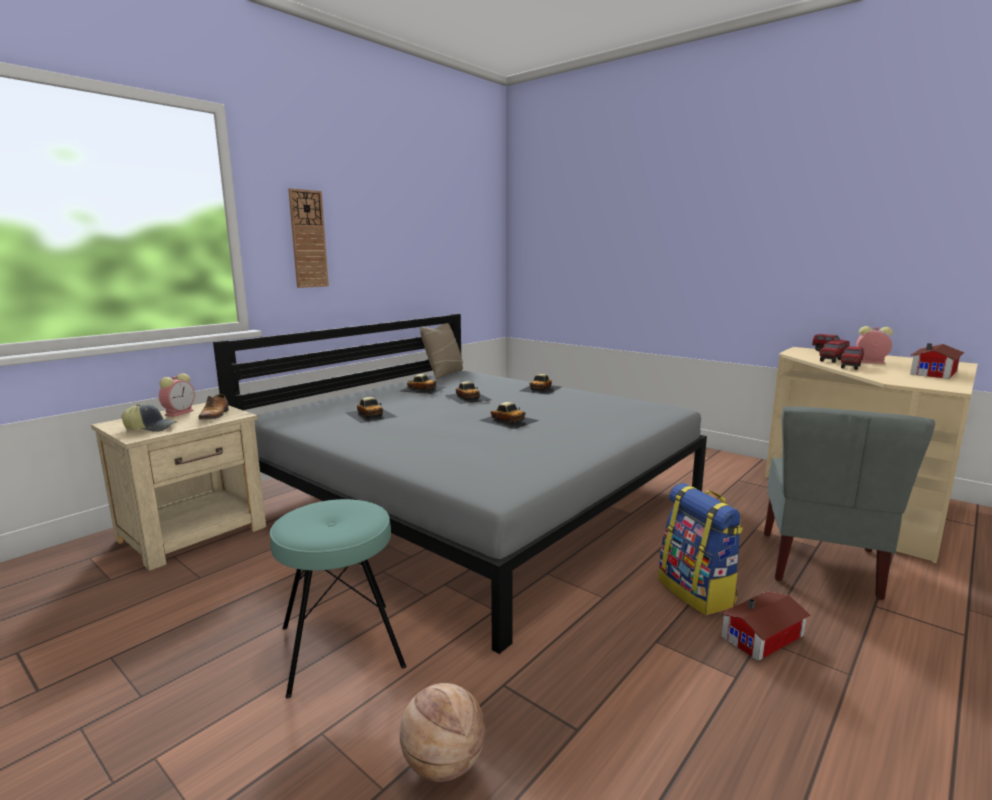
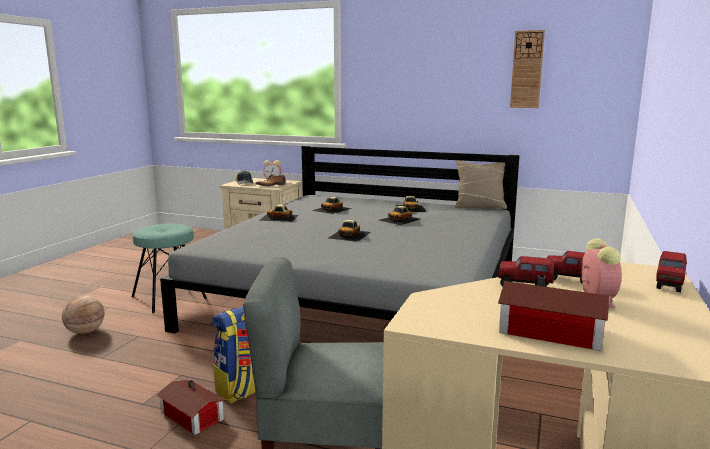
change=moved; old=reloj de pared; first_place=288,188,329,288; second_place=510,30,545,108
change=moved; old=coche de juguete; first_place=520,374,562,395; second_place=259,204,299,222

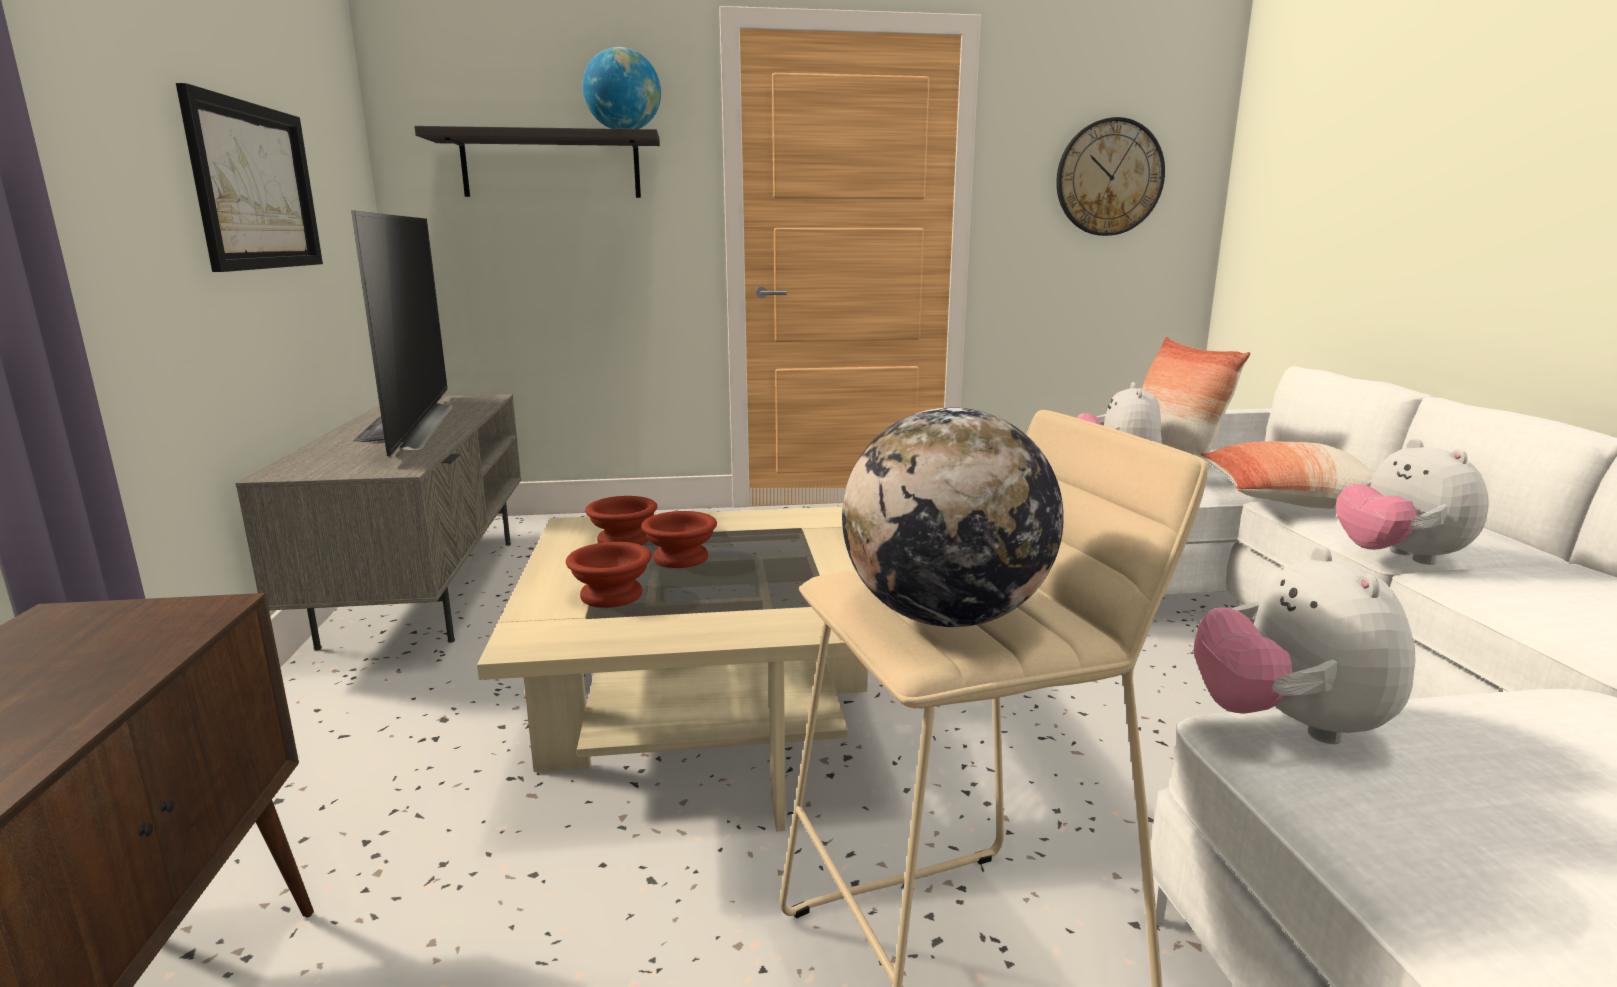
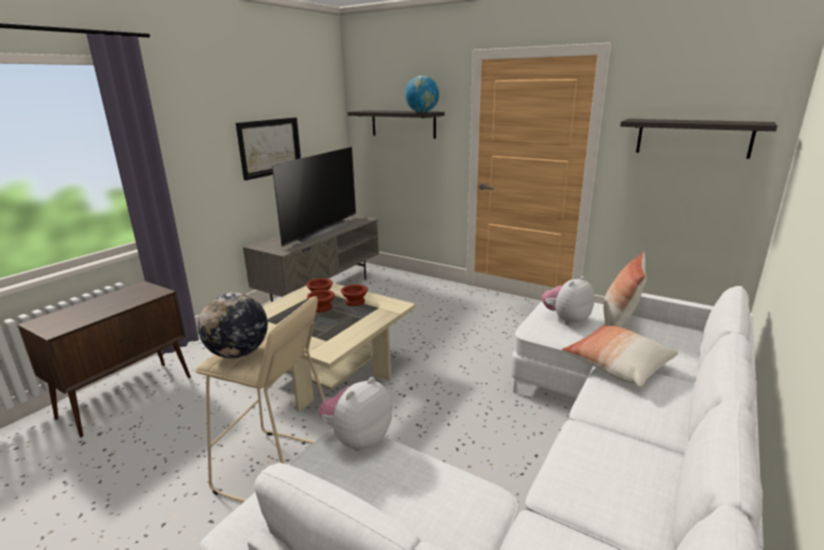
change=removed; old=peluche; first_place=1336,438,1489,565
change=moved; old=cuenco (marrón); first_place=566,542,651,608; second_place=341,284,368,306
change=replaced; old=reloj de pared; new=estante; first_place=1056,117,1165,236; second_place=620,119,777,159

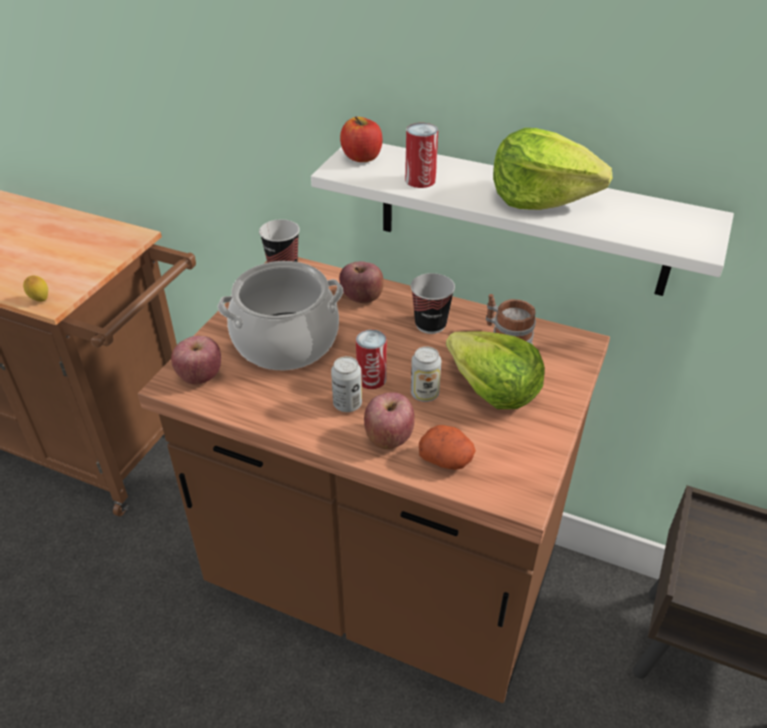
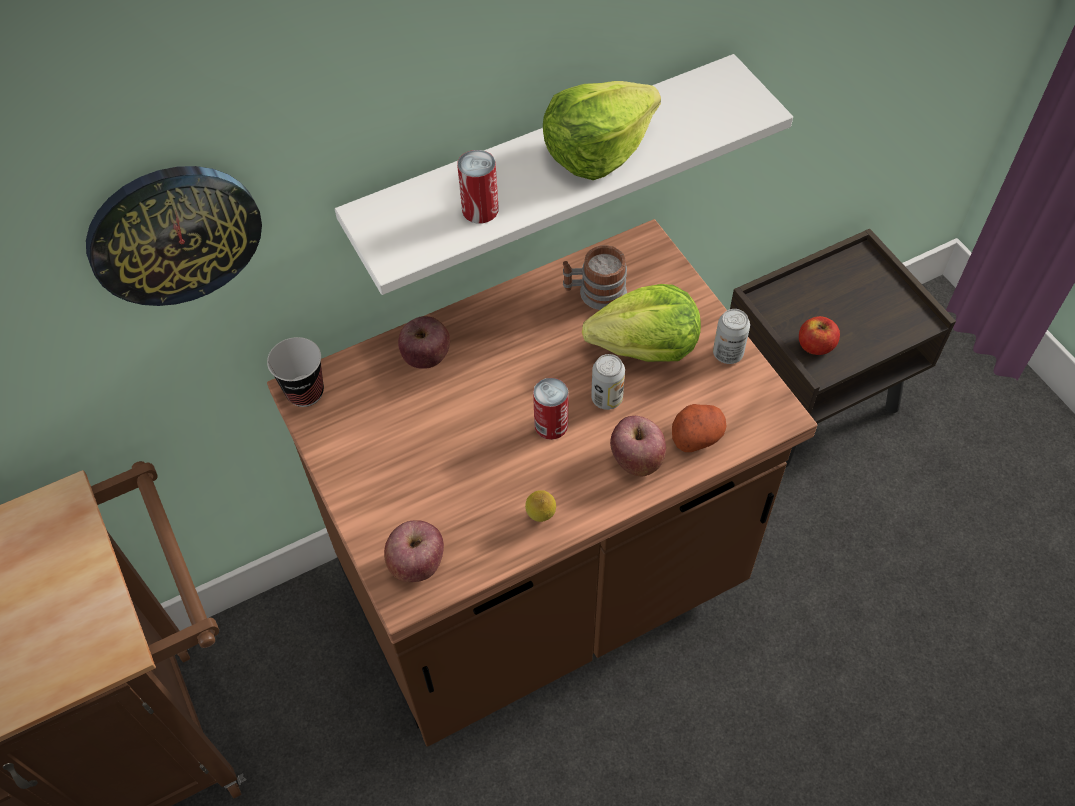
change=removed; old=olla; first_place=218,261,343,370
change=removed; old=taza; first_place=411,273,455,334
change=added; new=reloj de pared; second_place=86,166,262,306
change=moved; old=limón; first_place=23,276,48,302; second_place=525,490,556,522
change=moved; old=lata; first_place=331,356,362,412; second_place=713,309,750,364
change=moved; old=manzana; first_place=340,117,382,162; second_place=799,316,840,355

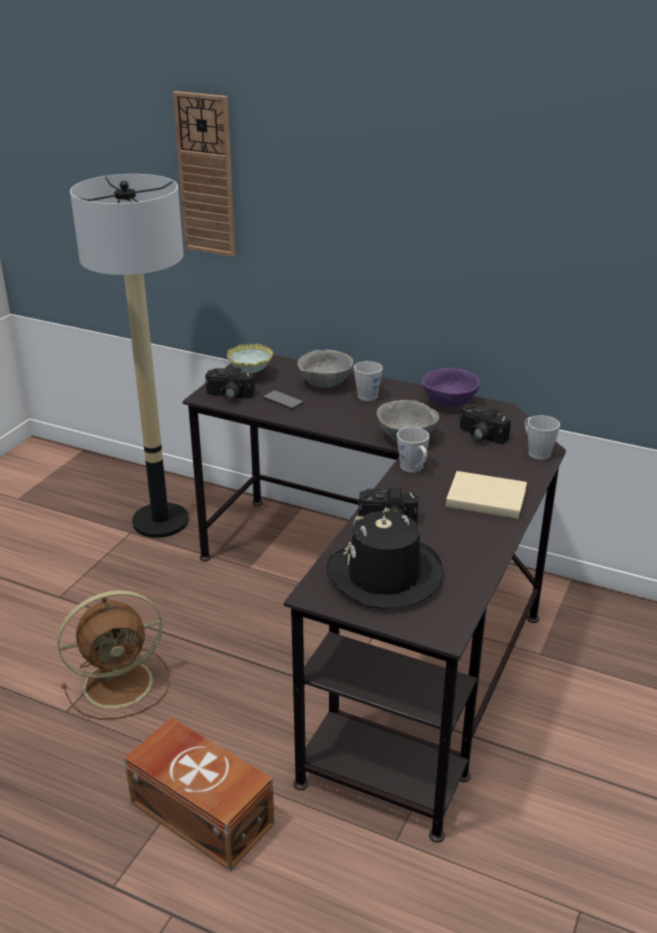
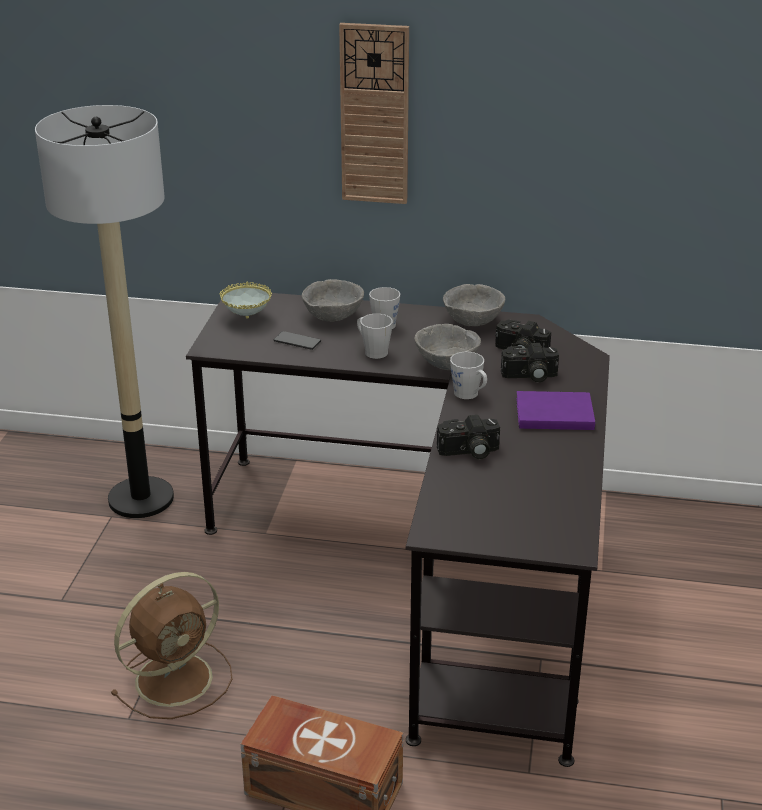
change=removed; old=sombrero (negro); first_place=326,508,443,609
change=moved; old=reloj de pared; first_place=173,91,236,257; second_place=339,23,409,204
change=moved; old=cámara; first_place=205,367,255,400; second_place=501,343,559,382
change=moved; old=taza grande (gris); first_place=524,415,560,460; second_place=357,314,393,359
change=recoloured; old=cuenco (morado); new=cuenco (gris); first_place=422,368,480,407; second_place=443,284,505,326
change=recoloured; old=libro (beis); new=libro (morado); first_place=446,471,527,519; second_place=516,391,595,430

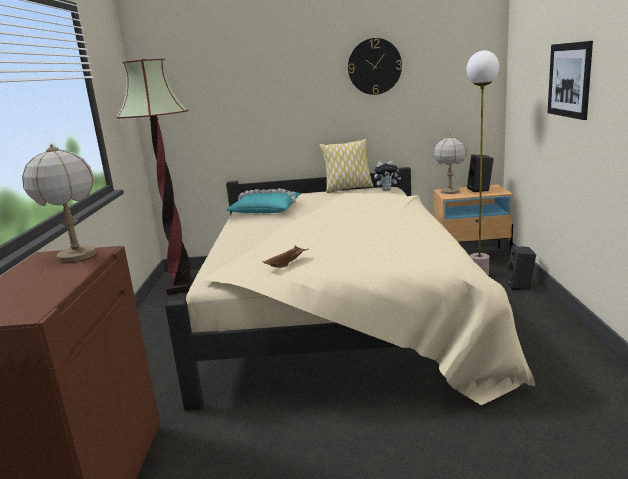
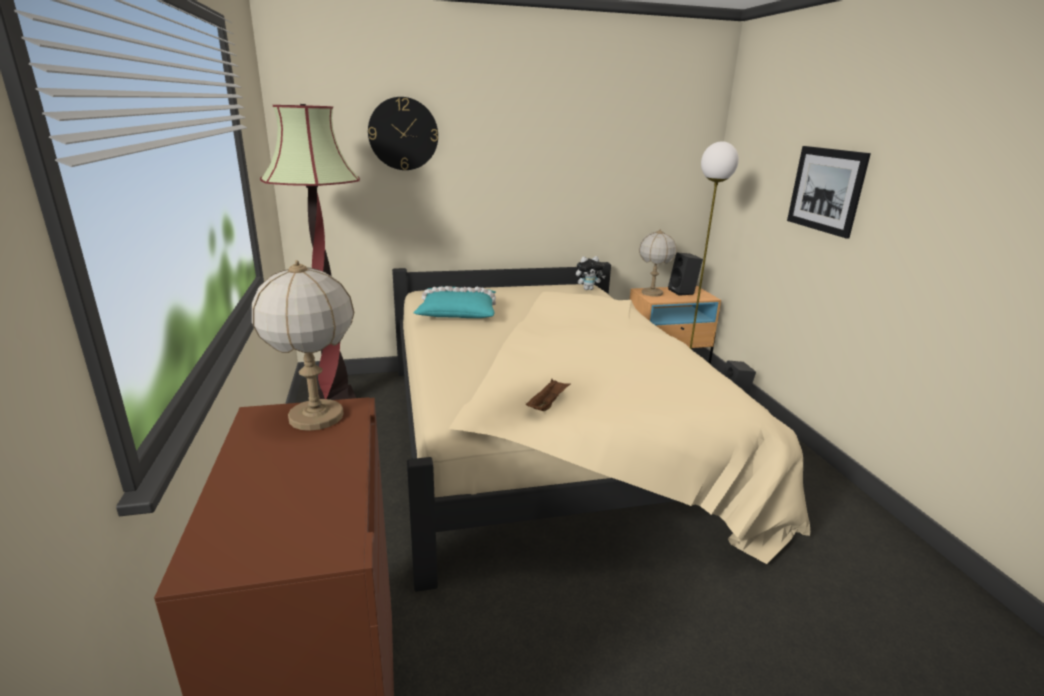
change=removed; old=cojín; first_place=319,139,374,193
change=moved; old=reloj de pared; first_place=348,38,402,95; second_place=368,97,438,170

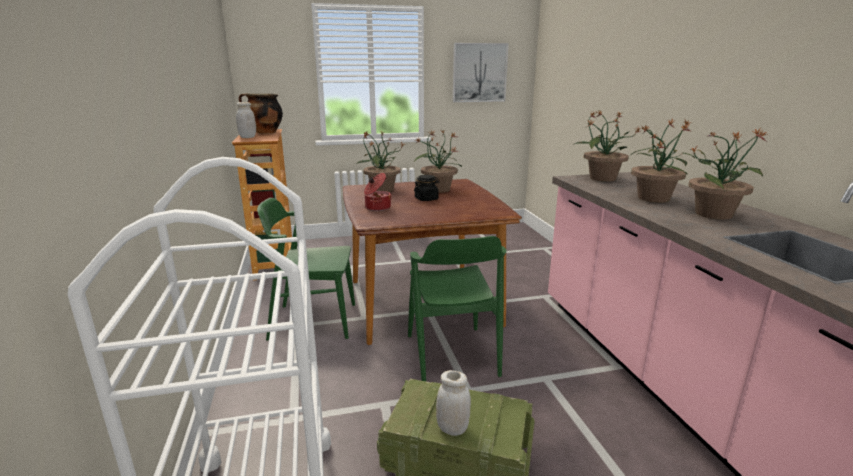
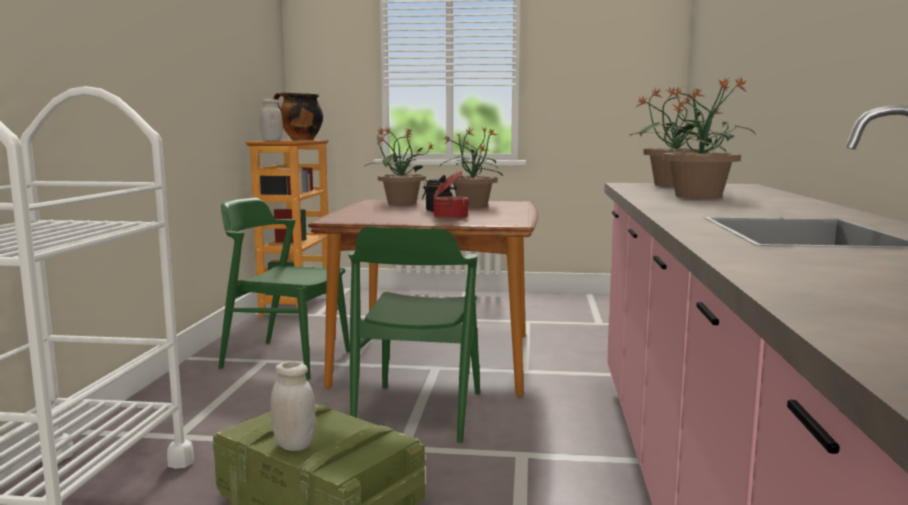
change=removed; old=cuadro; first_place=453,43,508,102
change=removed; old=planta en maceta; first_place=688,128,768,219
change=moved; old=olla; first_place=364,173,392,211; second_place=433,171,470,219

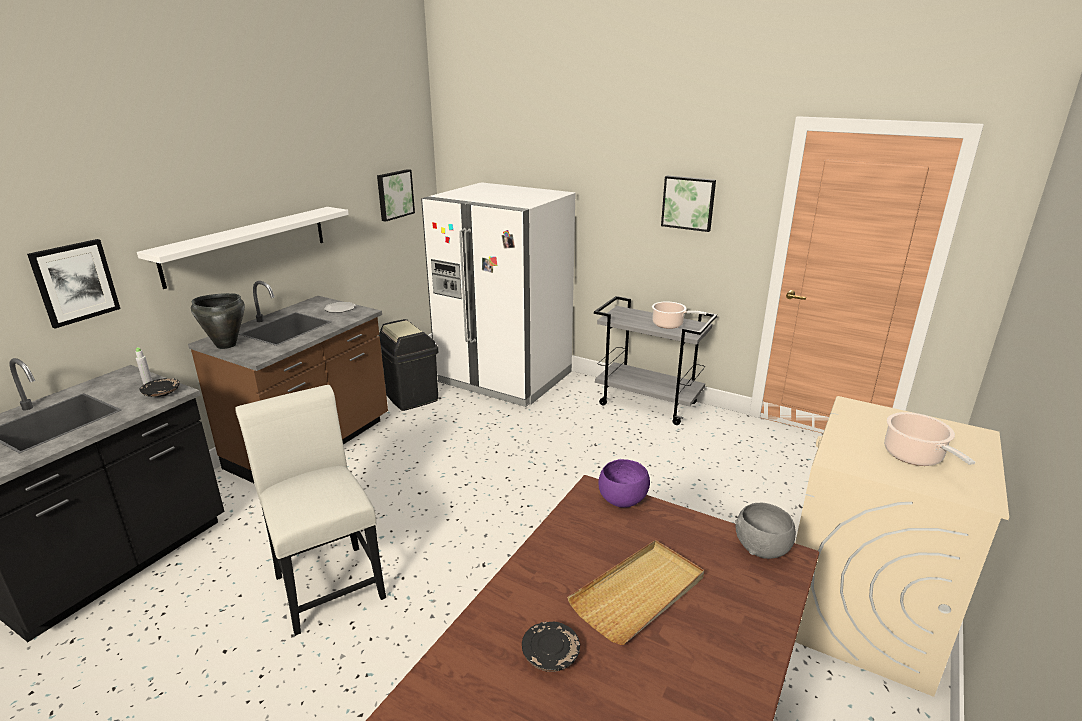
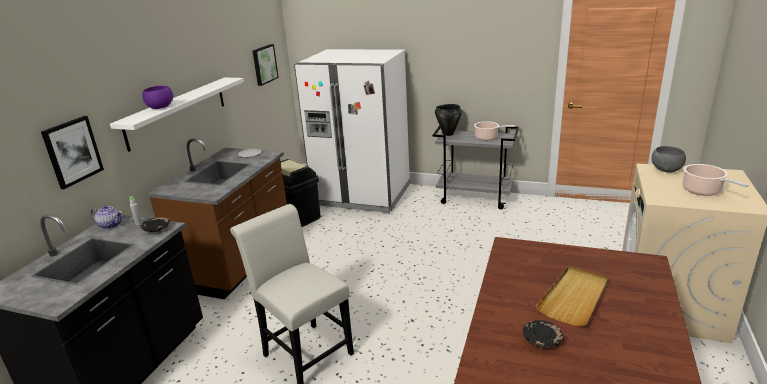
change=removed; old=cuadro; first_place=661,176,716,232
change=added; new=tetera; second_place=91,205,122,229
change=moved; old=olla (negro); first_place=191,293,245,349; second_place=435,104,462,136
change=moved; old=cuenco (morado); first_place=598,459,650,508; second_place=142,86,173,109
change=moved; old=cuenco (gris); first_place=735,503,796,559; second_place=651,146,686,173

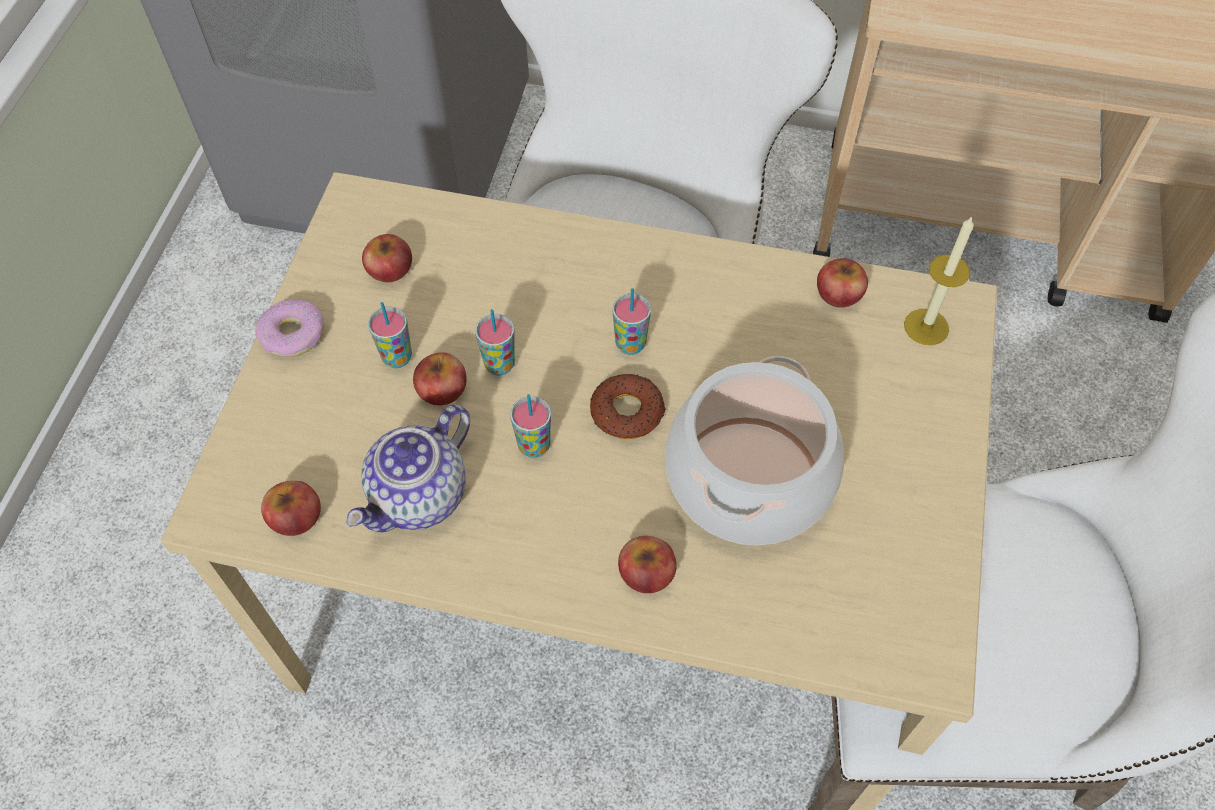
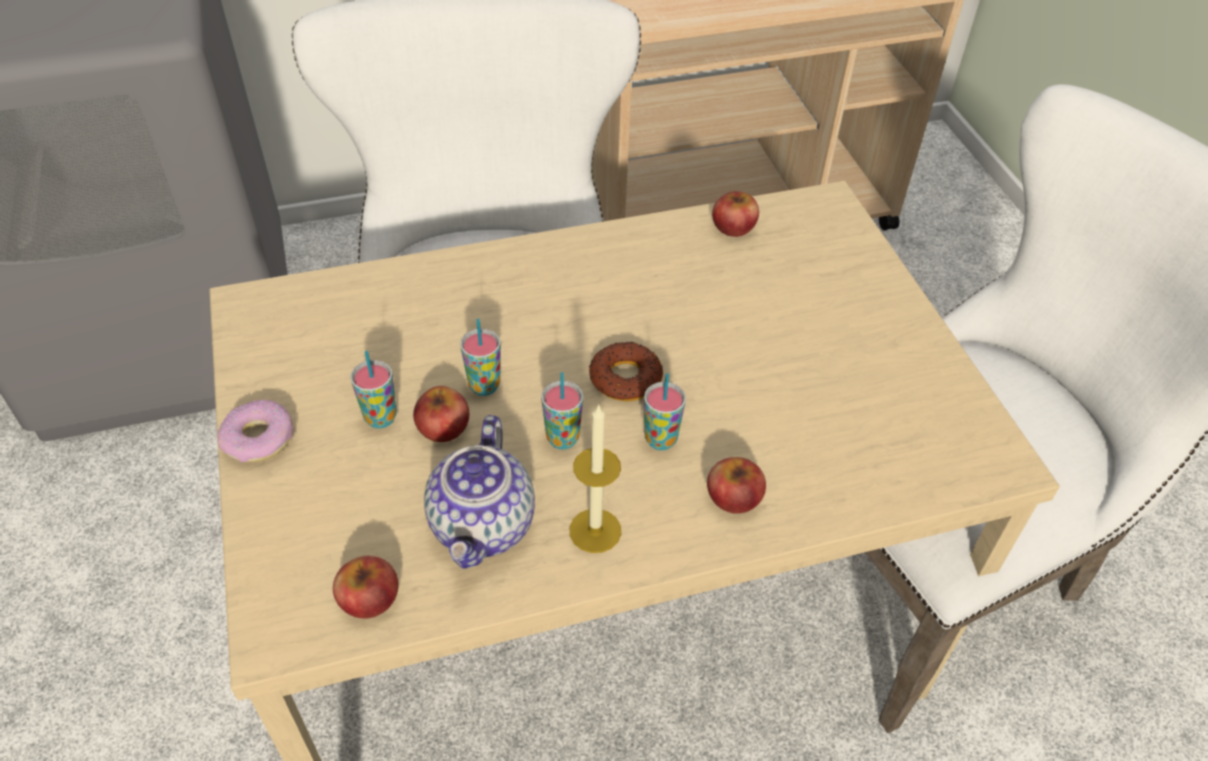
change=removed; old=manzana; first_place=362,234,412,282
change=removed; old=olla; first_place=665,356,844,545
change=moved; old=taza; first_place=613,288,651,355; second_place=644,373,686,450
change=moved; old=vela; first_place=904,216,974,345; second_place=569,404,621,553

